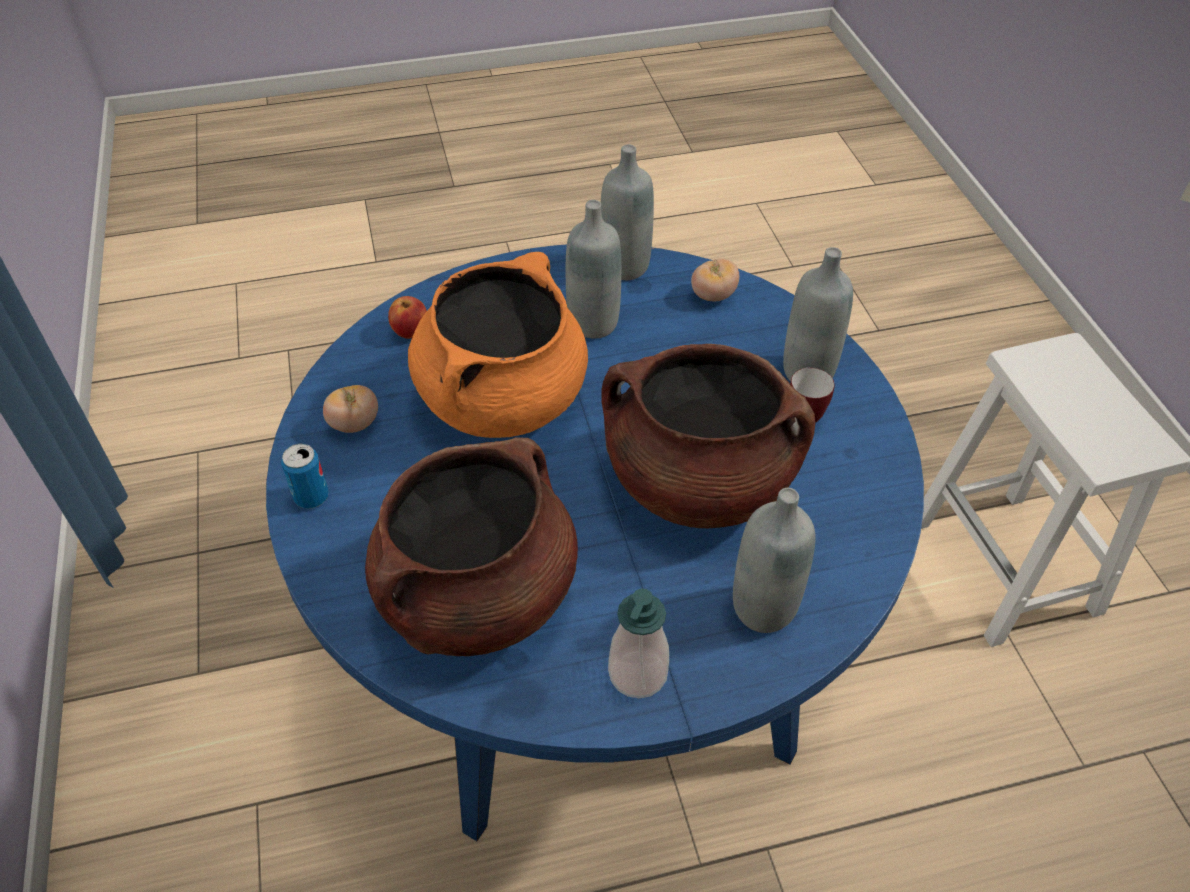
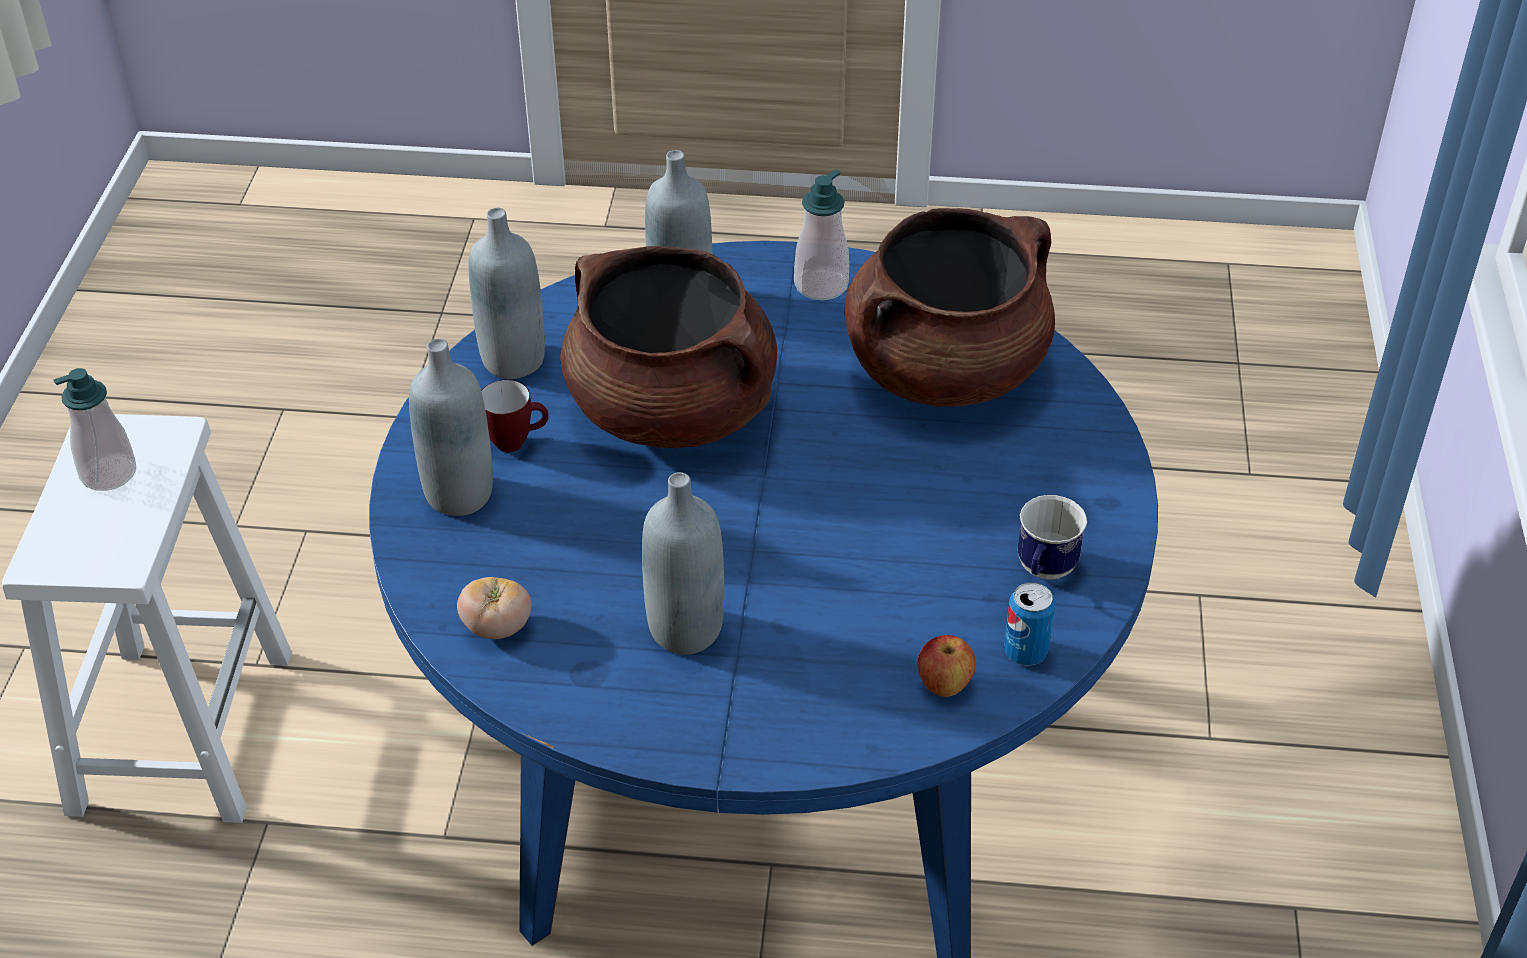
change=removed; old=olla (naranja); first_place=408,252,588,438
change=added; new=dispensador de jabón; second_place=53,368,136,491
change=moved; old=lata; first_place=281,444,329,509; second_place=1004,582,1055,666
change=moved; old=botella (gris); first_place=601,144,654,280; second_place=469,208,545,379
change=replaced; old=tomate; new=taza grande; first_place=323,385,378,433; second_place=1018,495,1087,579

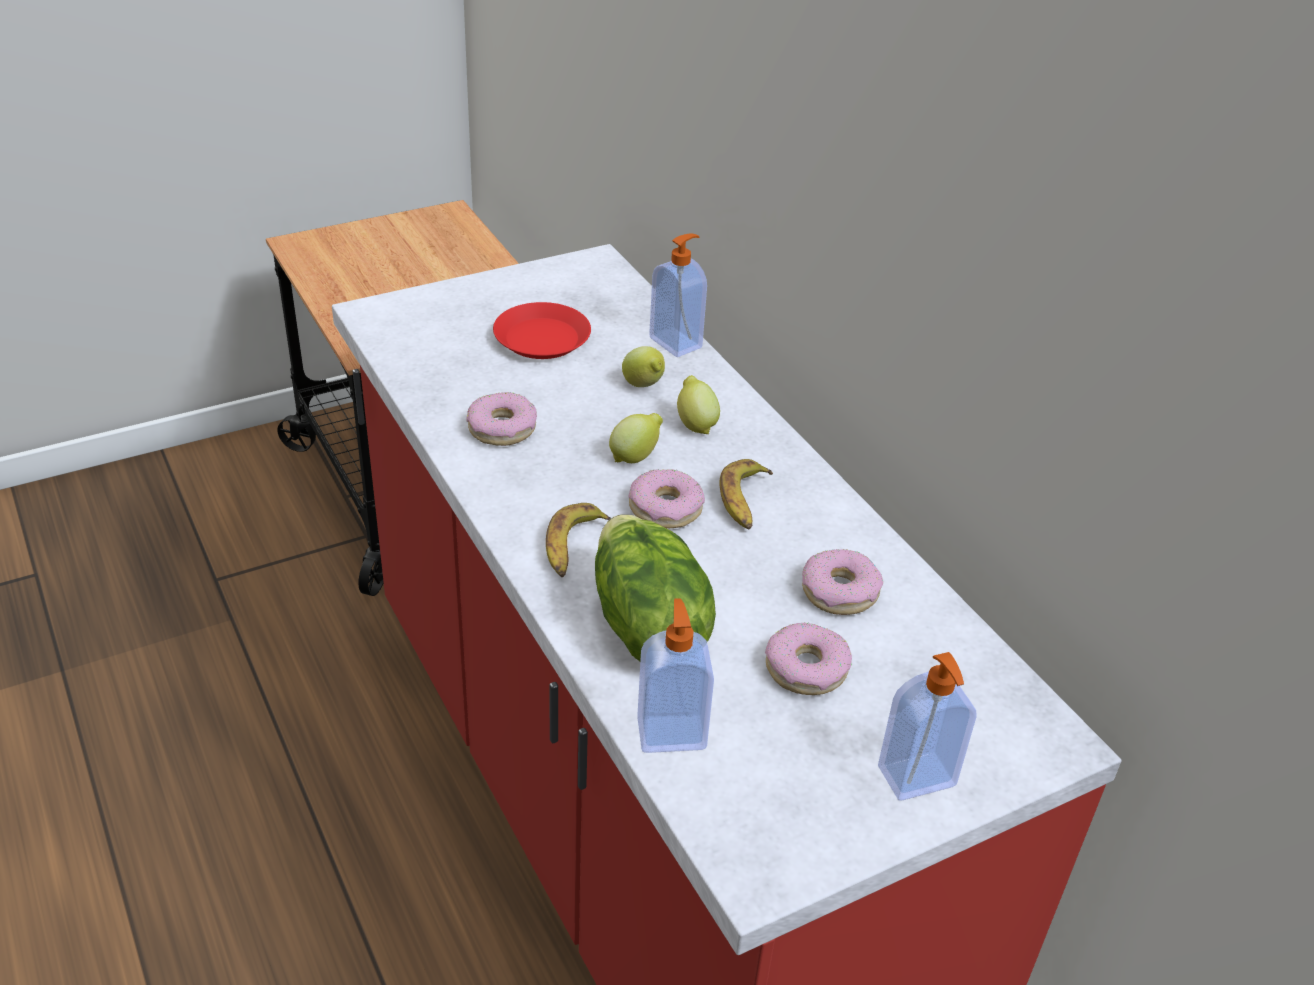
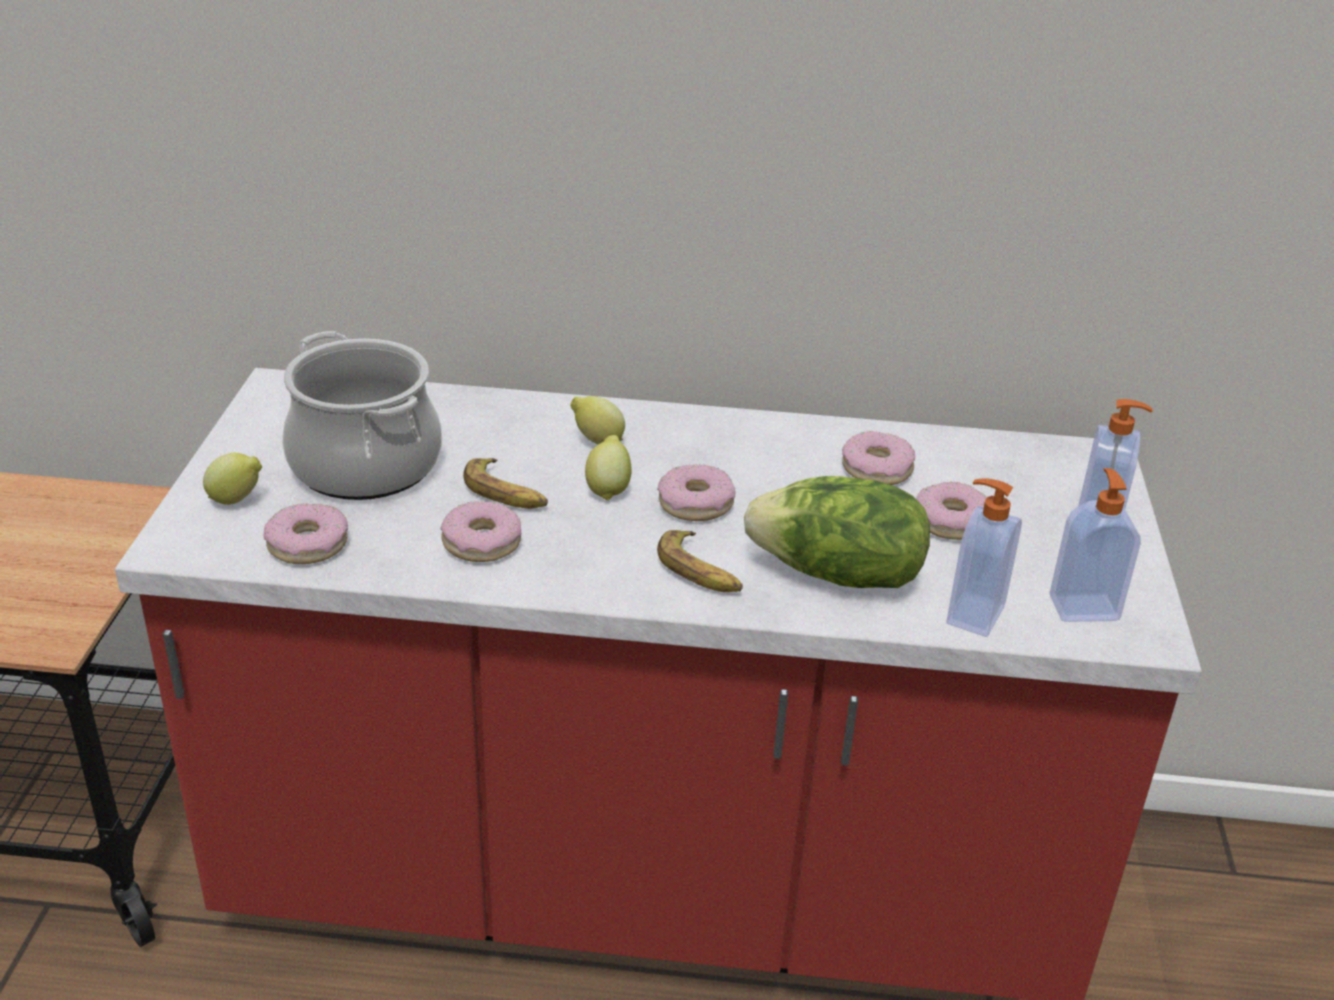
change=added; new=rosquilla; second_place=264,503,348,564
change=moved; old=limón; first_place=622,346,665,387; second_place=203,453,262,505
change=moved; old=dispensador de jabón; first_place=649,233,707,357; second_place=1049,468,1141,622
change=moved; old=plátano; first_place=720,459,773,530; second_place=463,458,548,509
change=replaced; old=plato (rojo); new=olla; first_place=493,302,591,359; second_place=282,331,442,500

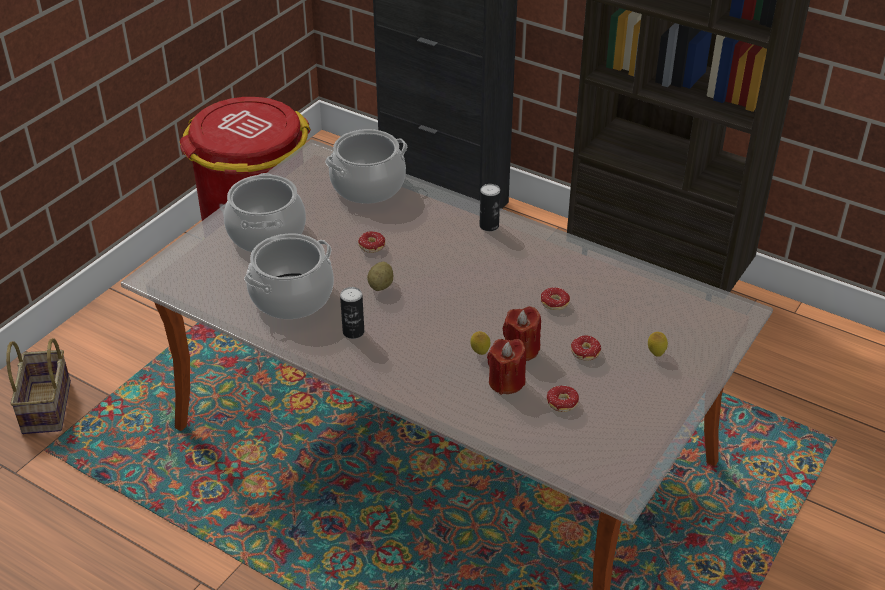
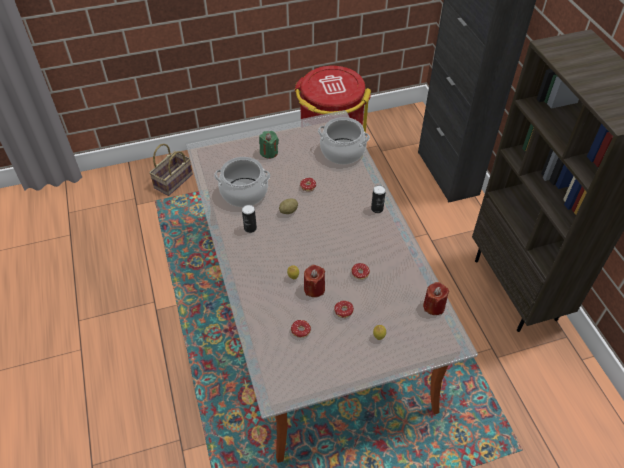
change=moved; old=vela (rojo); first_place=487,339,526,395; second_place=423,282,449,315
change=replaced; old=olla; new=vela (verde); first_place=224,173,306,252; second_place=259,131,279,159

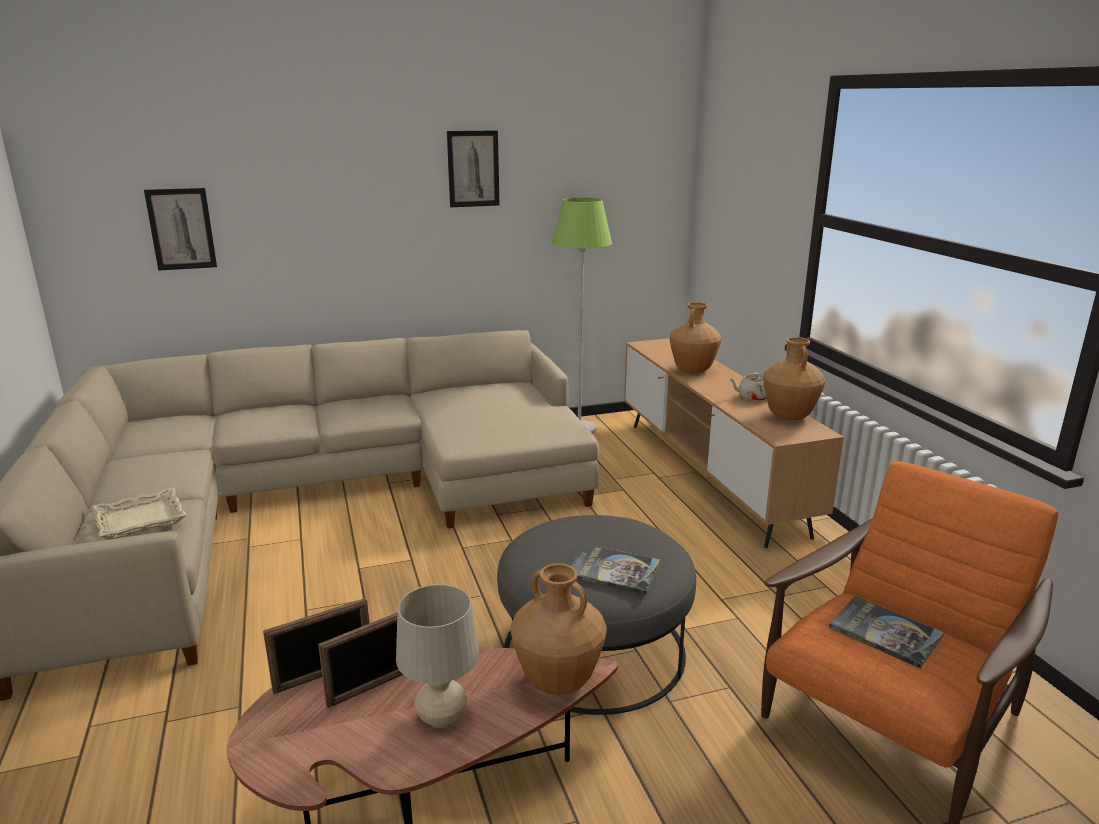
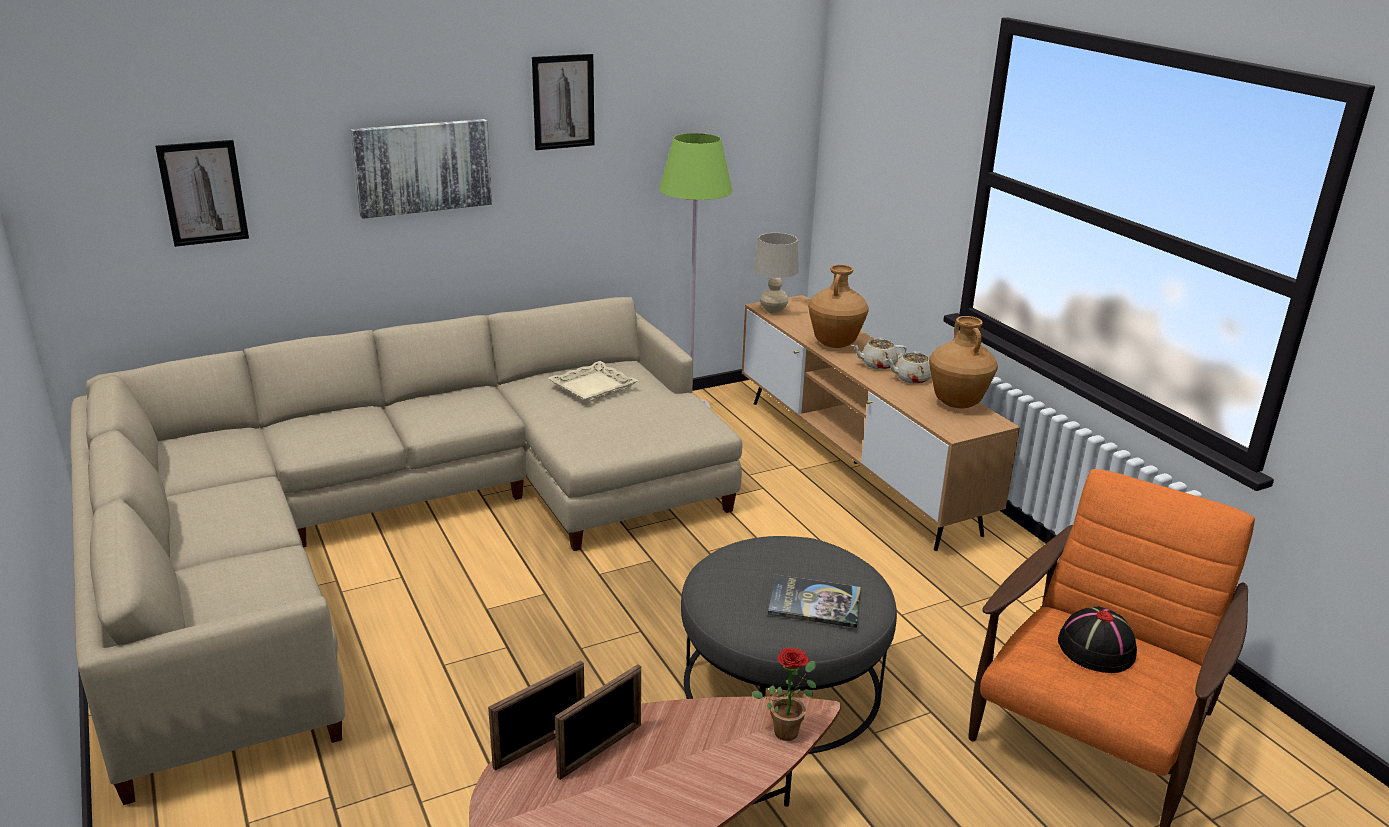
change=added; new=cuadro; second_place=350,119,492,219
change=added; new=tetera (beis); second_place=851,338,907,369
change=moved; old=bandeja (beis); first_place=92,487,186,539; second_place=548,361,638,402
change=moved; old=lámpara de mesa (beis); first_place=396,584,479,728; second_place=754,233,799,313
change=replaced; old=florero (marrón); new=planta en maceta; first_place=510,563,607,695; second_place=752,648,816,741
change=replaced; old=libro; new=sombrero (negro); first_place=829,596,944,668; second_place=1058,606,1137,673

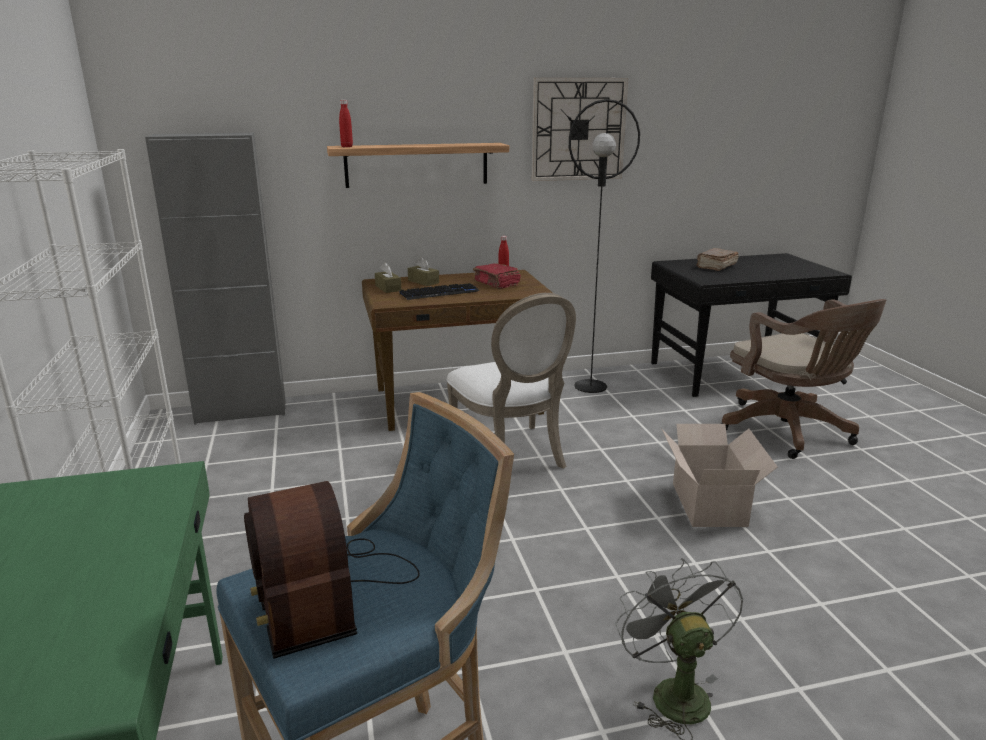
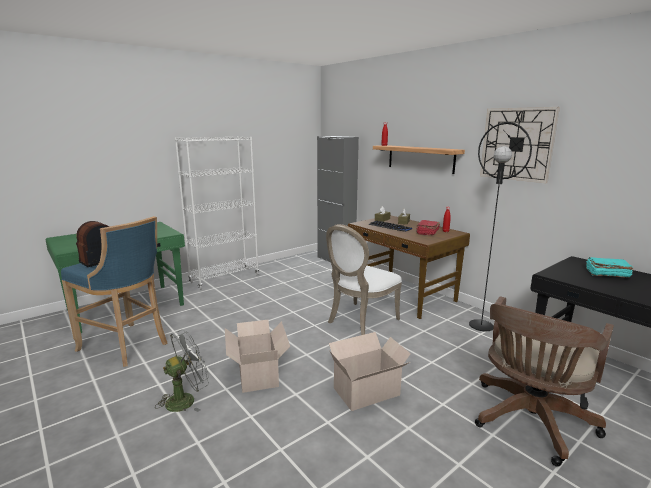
change=added; new=caja de cartón; second_place=225,320,290,393
change=recoloured; old=libro (marrón); new=libro (turquesa); first_place=696,248,739,271; second_place=586,257,633,278

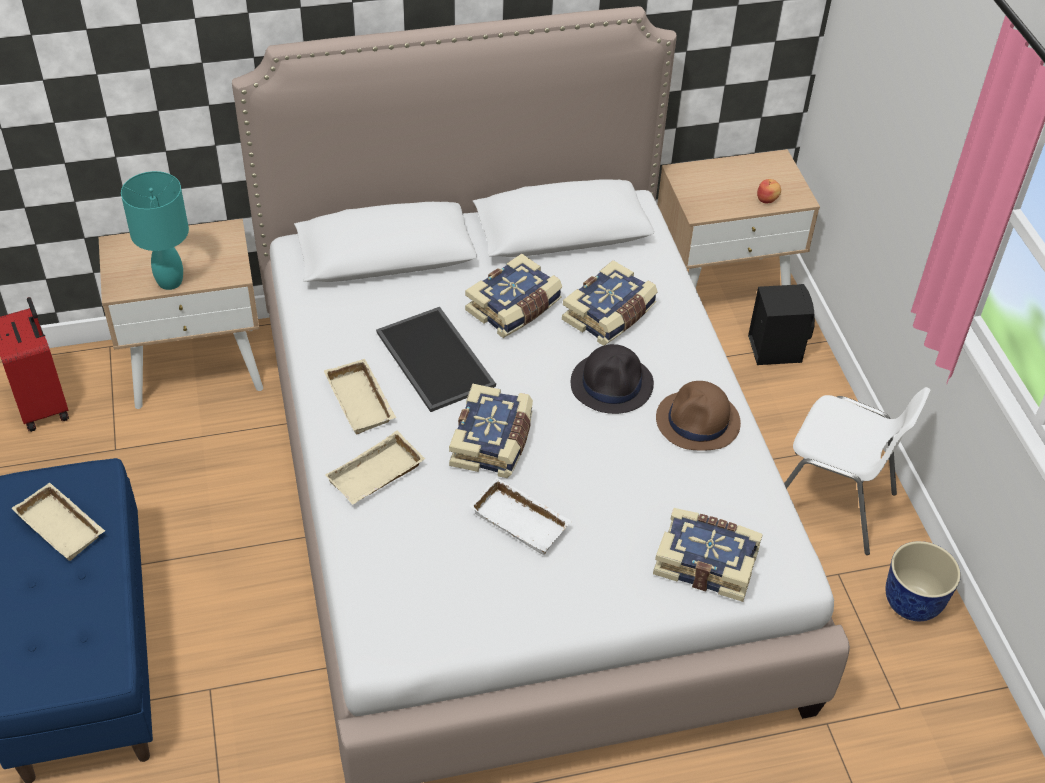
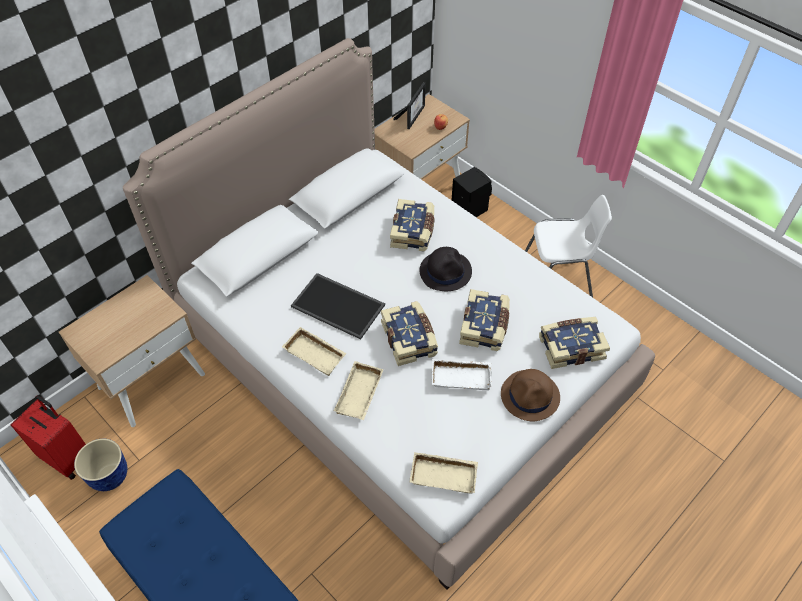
change=removed; old=lámpara de mesa (turquesa); first_place=121,171,189,290
change=added; new=portarretratos; second_place=393,82,426,129
change=moved; old=bandeja (beis); first_place=12,482,105,561; second_place=410,452,478,494
change=moved; old=libro; first_place=465,254,562,338; second_place=459,289,510,351
change=moved; old=sombrero (marrón); first_place=656,381,741,451; second_place=501,369,560,421
change=moved; old=maceta; first_place=886,541,961,621; second_place=74,439,127,491

